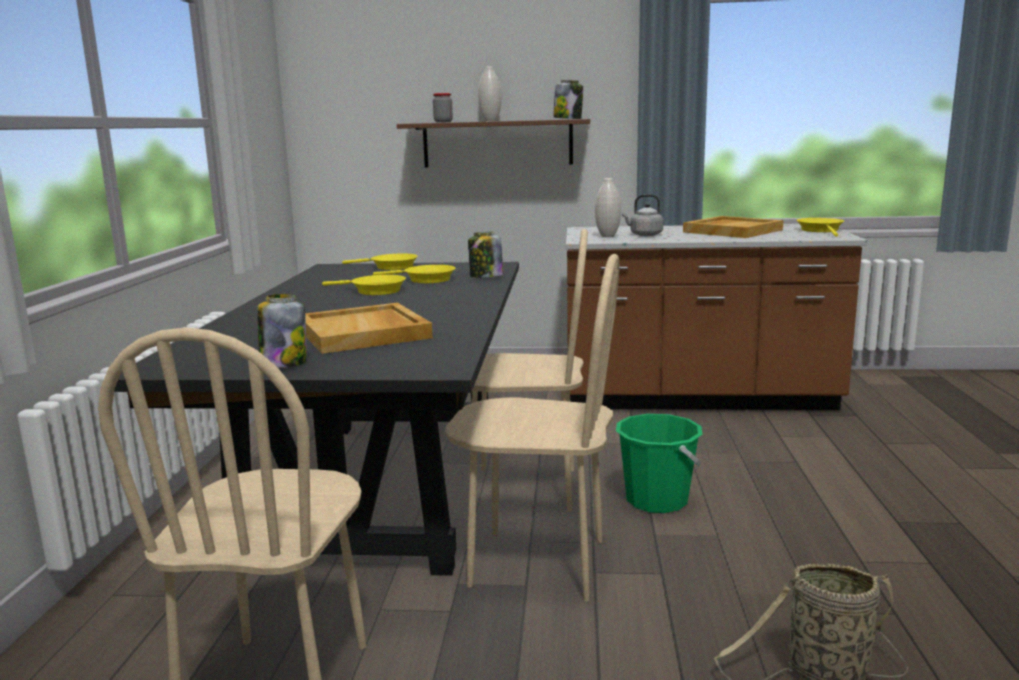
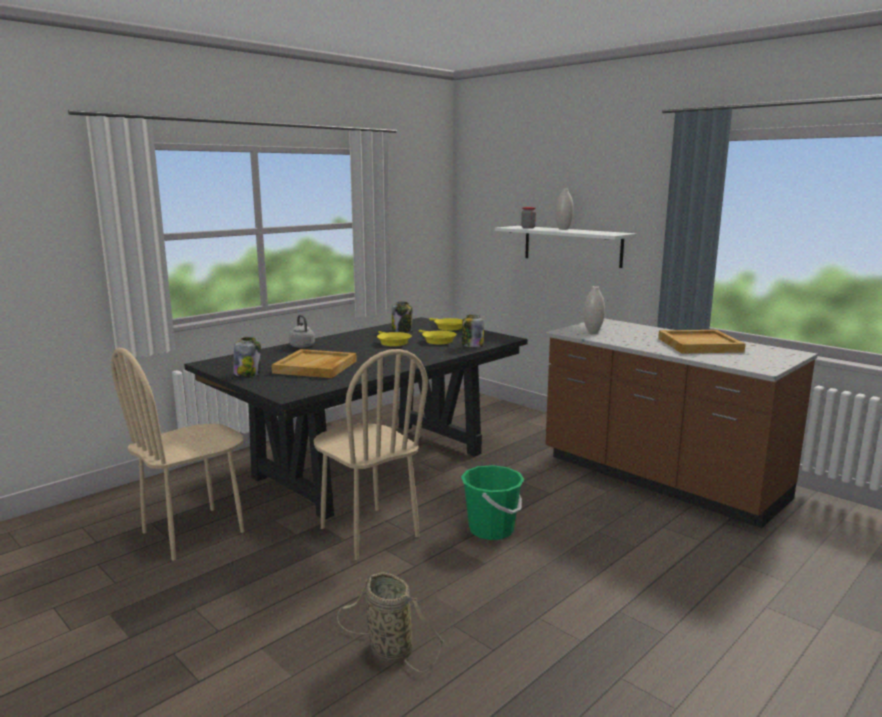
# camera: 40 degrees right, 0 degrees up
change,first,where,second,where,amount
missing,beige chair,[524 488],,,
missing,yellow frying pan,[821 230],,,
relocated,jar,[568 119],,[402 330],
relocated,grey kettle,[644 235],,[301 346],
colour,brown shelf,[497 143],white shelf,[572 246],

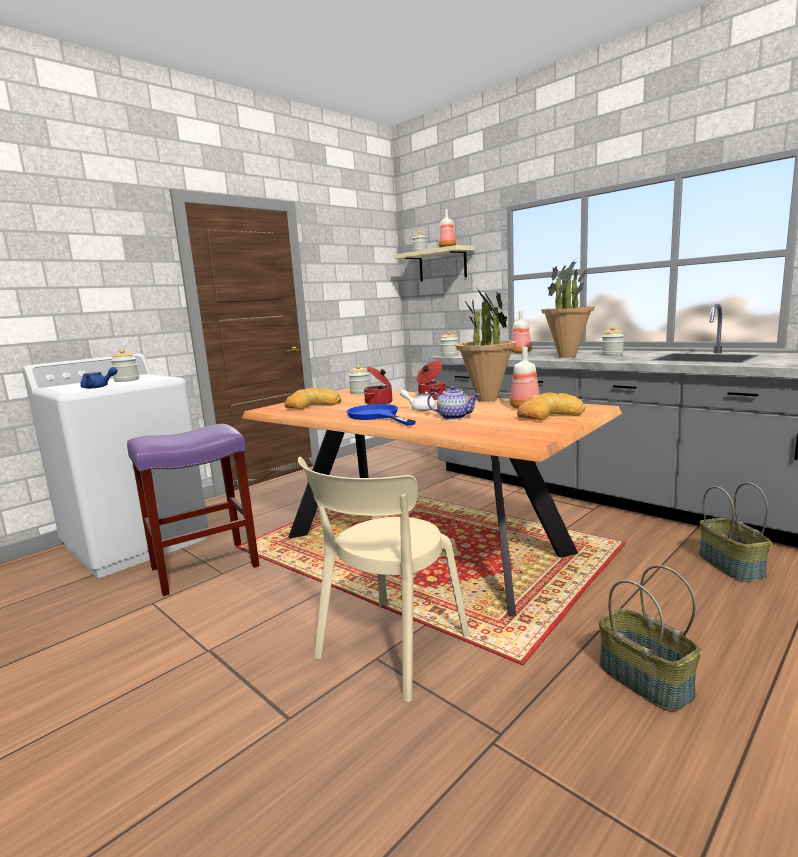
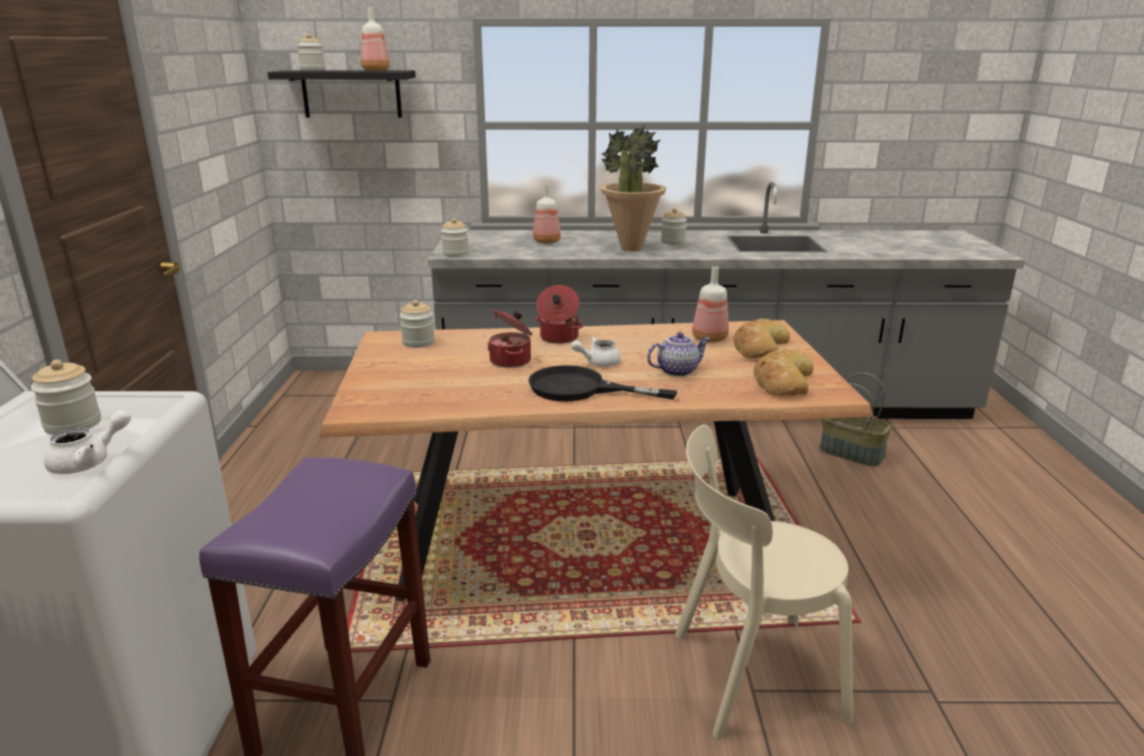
# camera: 45 degrees left, 10 degrees up
change,first,where,second,where,amount
missing,potted plant,[487 400],,,
missing,basket,[643 680],,,
relocated,bread,[312 405],,[782 381],
colour,blue teapot,[98 387],white teapot,[89 462],
colour,blue frying pan,[377 416],black frying pan,[580 389],
colour,beige shelf,[442 265],black shelf,[351 94],
spun,beige chair,[388 650],,[749 675],90 degrees clockwise

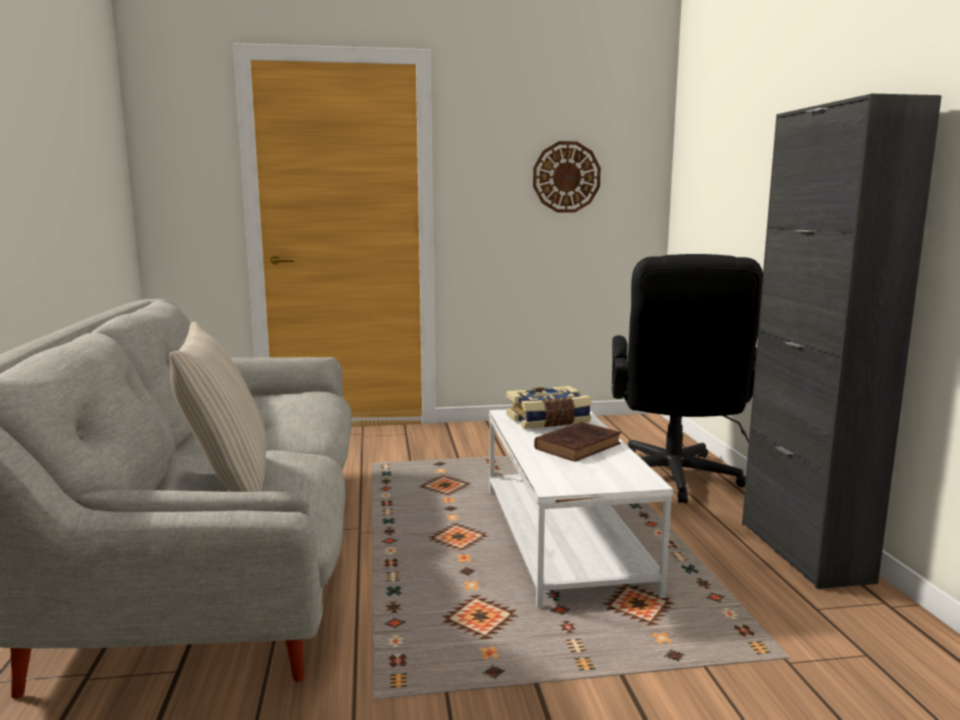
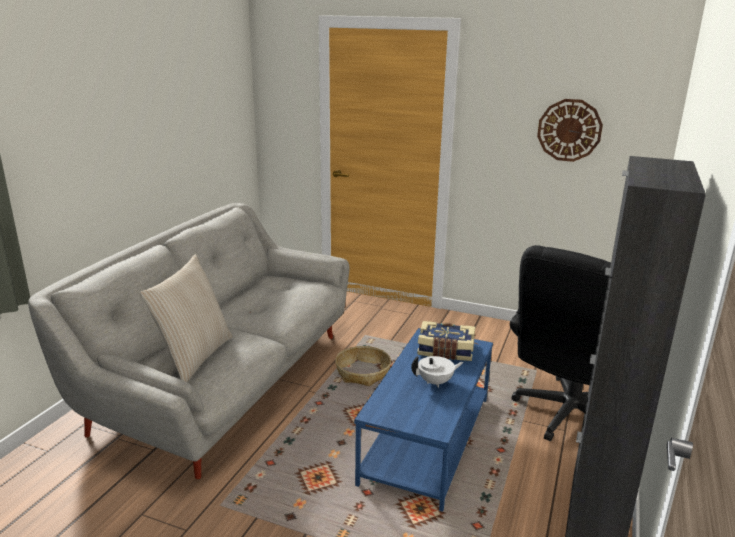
# camera: 30 degrees right, 10 degrees up
change,first,where,second,where,amount
appeared,,,basket,[362 372],
exchanged,brown book,[579 446],white teapot,[436 382],
colour,white coffee table,[562 537],blue coffee table,[426 438],

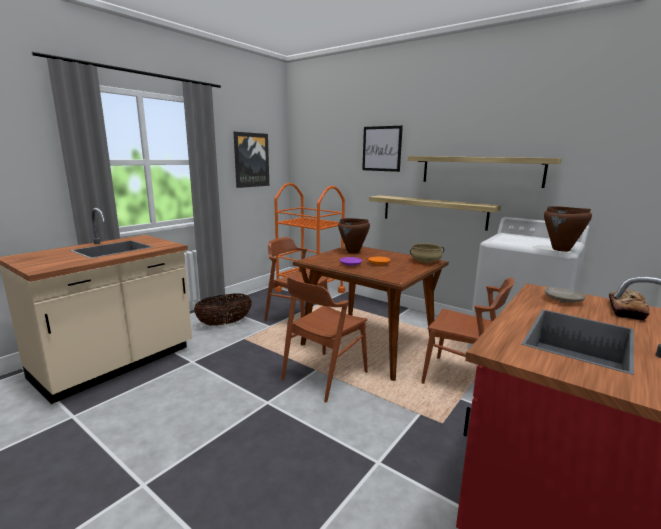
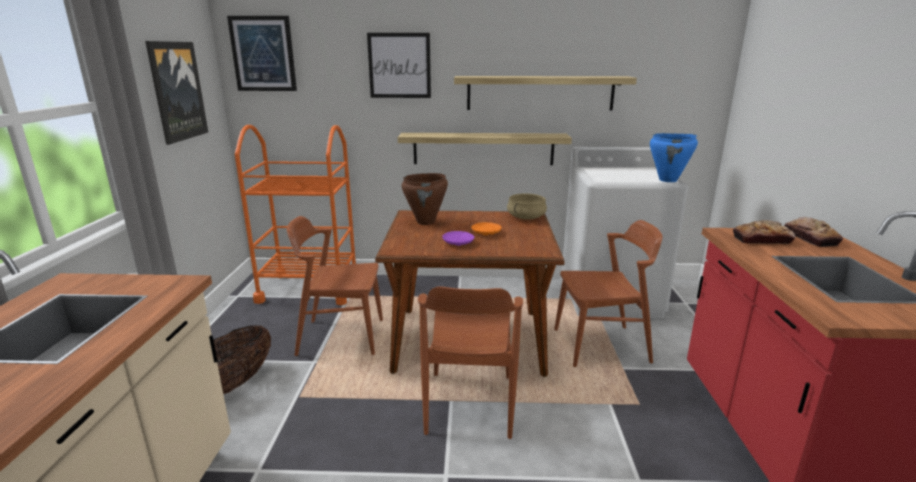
# camera: 35 degrees left, 5 degrees up
change,first,where,second,where,amount
appeared,,,picture,[263 54],
exchanged,beige plate,[563 300],bread,[762 240],
colour,brown cooking pot,[561 250],blue cooking pot,[668 180],

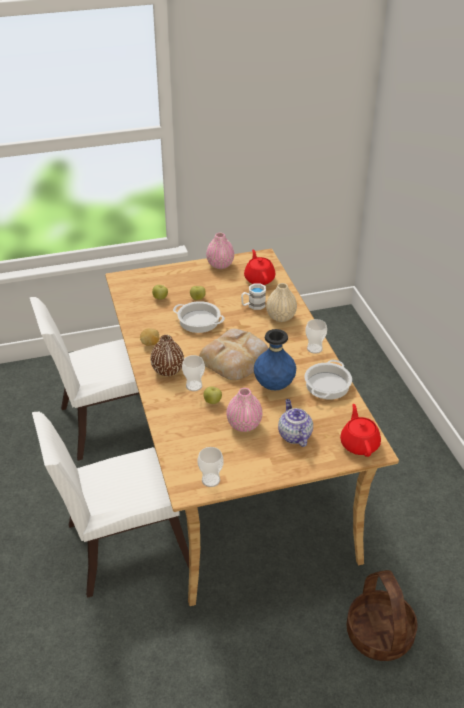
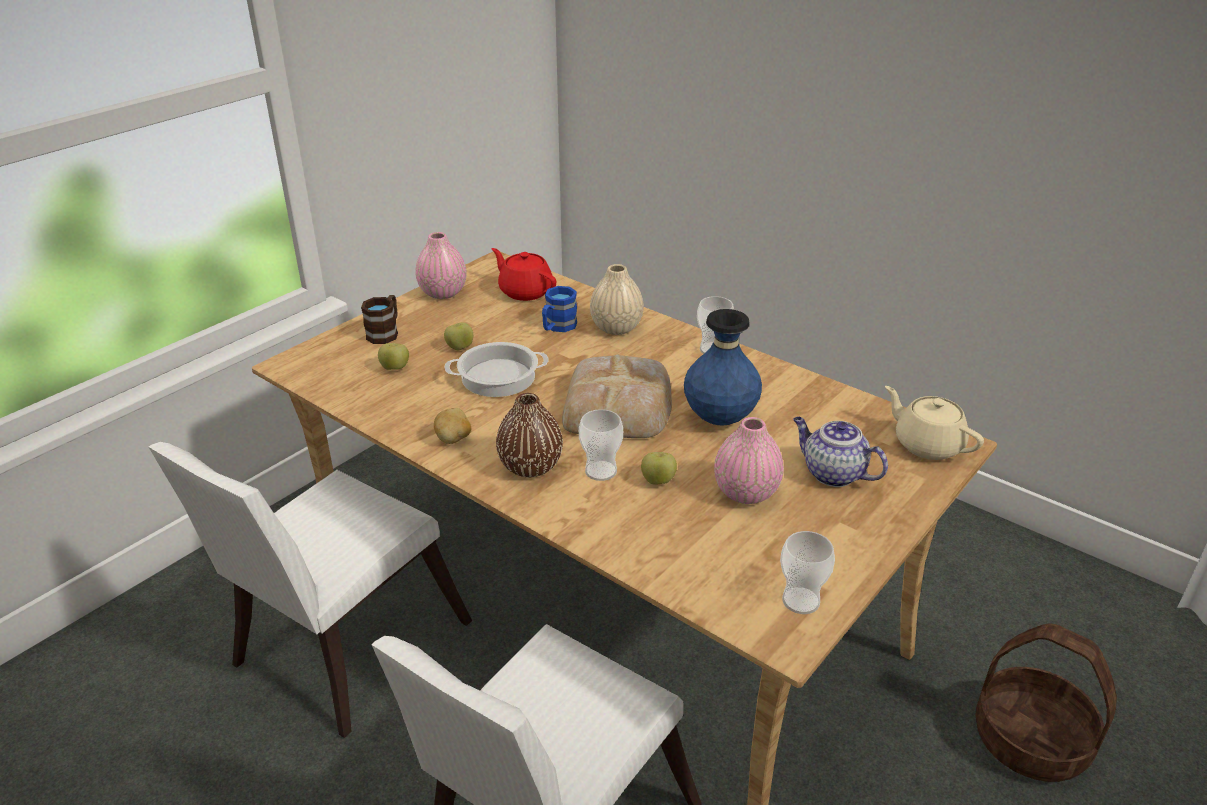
# camera: 35 degrees left, 5 degrees down
change,first,where,second,where,amount
missing,cooking pot,[327 385],,,
appeared,,,brown mug,[385 332],
colour,white mug,[253 305],blue mug,[557 327],
colour,red teapot,[359 444],beige teapot,[927 444],

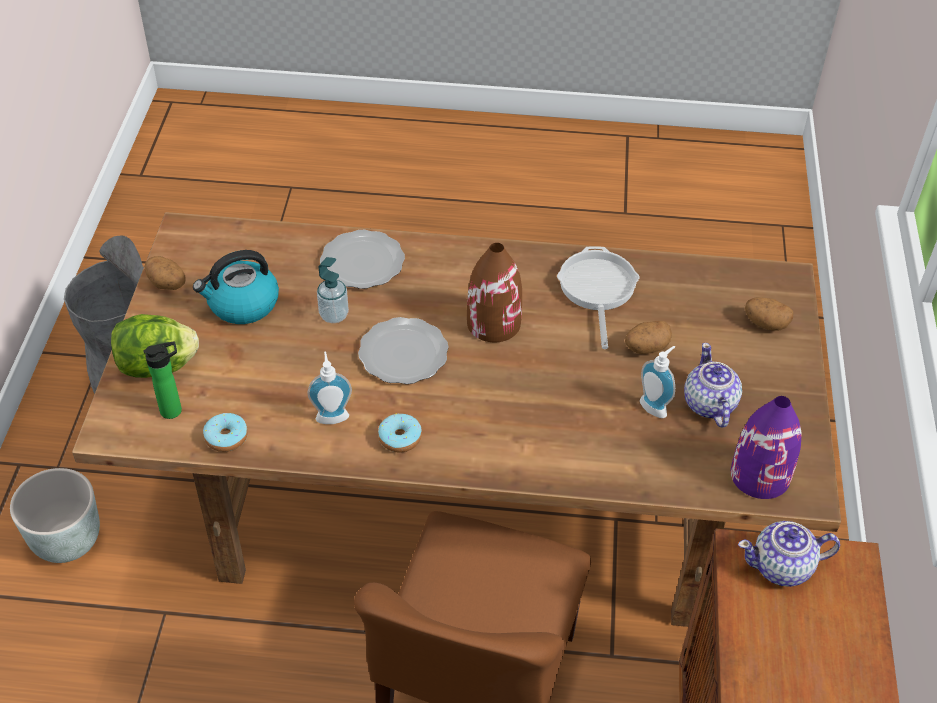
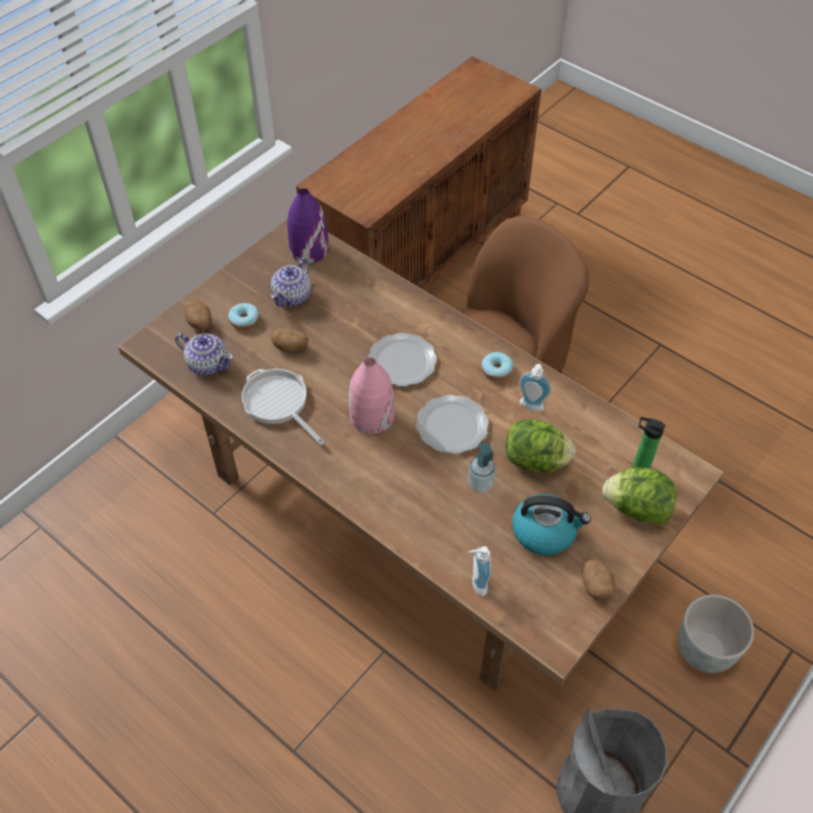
# camera: 145 degrees left, 5 degrees up
change,first,where,second,where,amount
appeared,,,lettuce,[536 461],
relocated,donut,[226 438],,[244 320],
relocated,plate,[362 261],,[401 362],
relocated,soap dispenser,[655 406],,[476 584],
relocated,teapot,[782 567],,[208 364],
colour,brown vase,[494 322],pink vase,[371 416],
spun,frying pan,[597 289],,[278 403],105 degrees clockwise

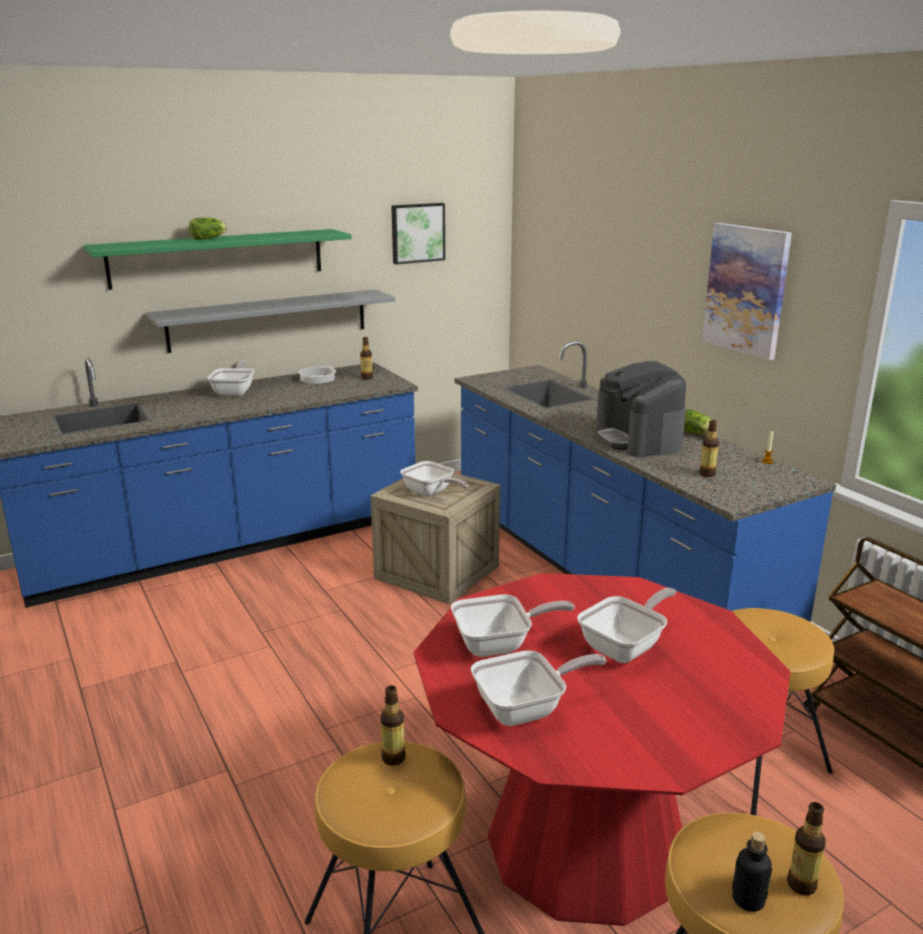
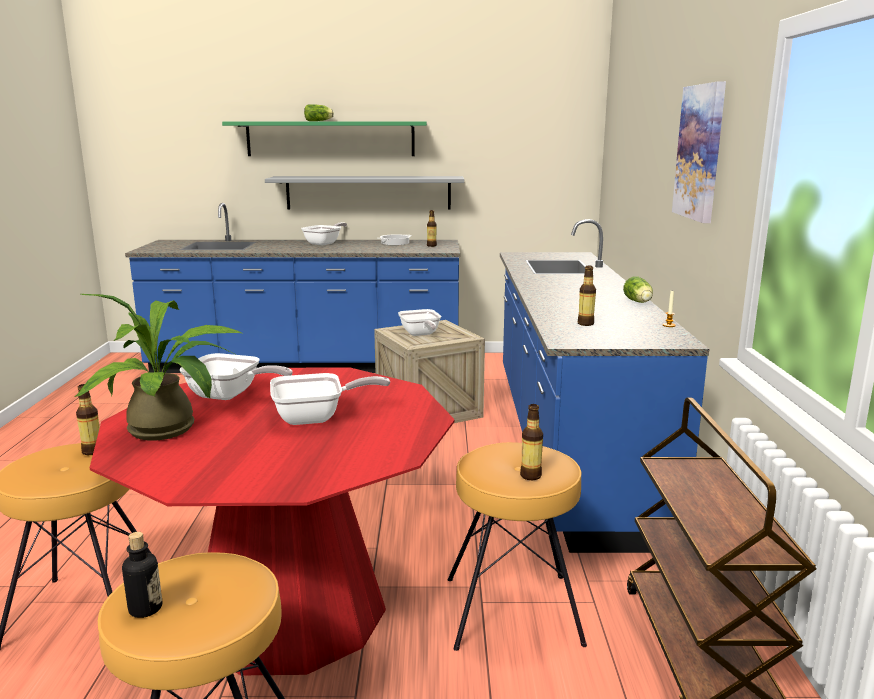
# camera: 30 degrees right, 5 degrees down
change,first,where,second,where,amount
missing,picture,[417 233],,,
missing,coffee machine,[638 439],,,
relocated,bottle,[801 885],,[530 476],
exchanged,frying pan,[527 709],potted plant,[170 430],

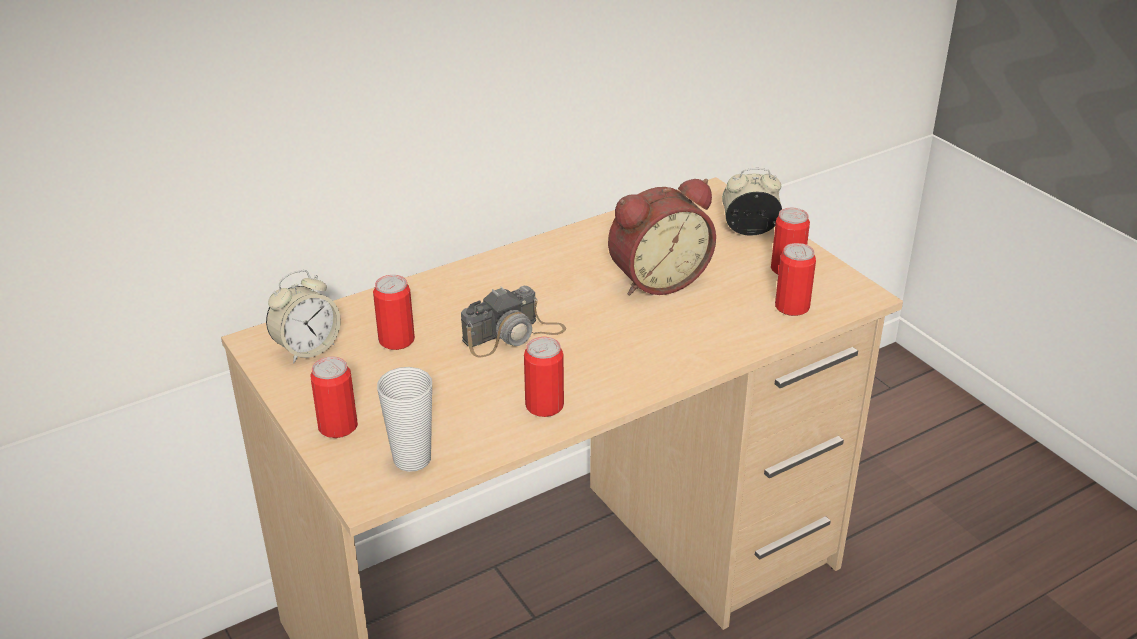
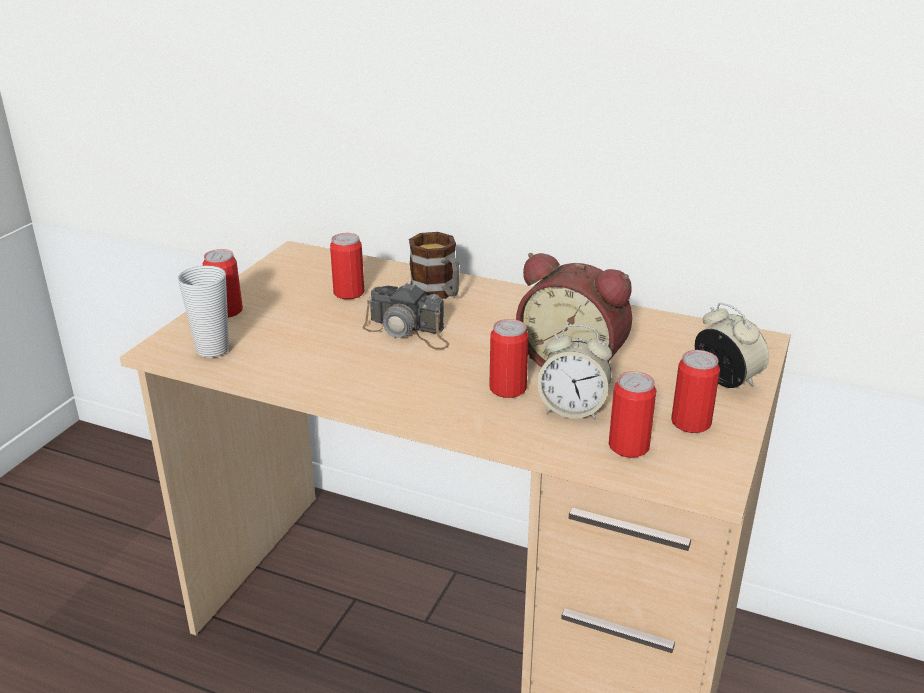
# camera: 55 degrees right, 5 degrees down
change,first,where,second,where,amount
appeared,,,mug,[438 293],
relocated,alarm clock,[307 349],,[572 409],
relocated,can,[544 406],,[508 389],

